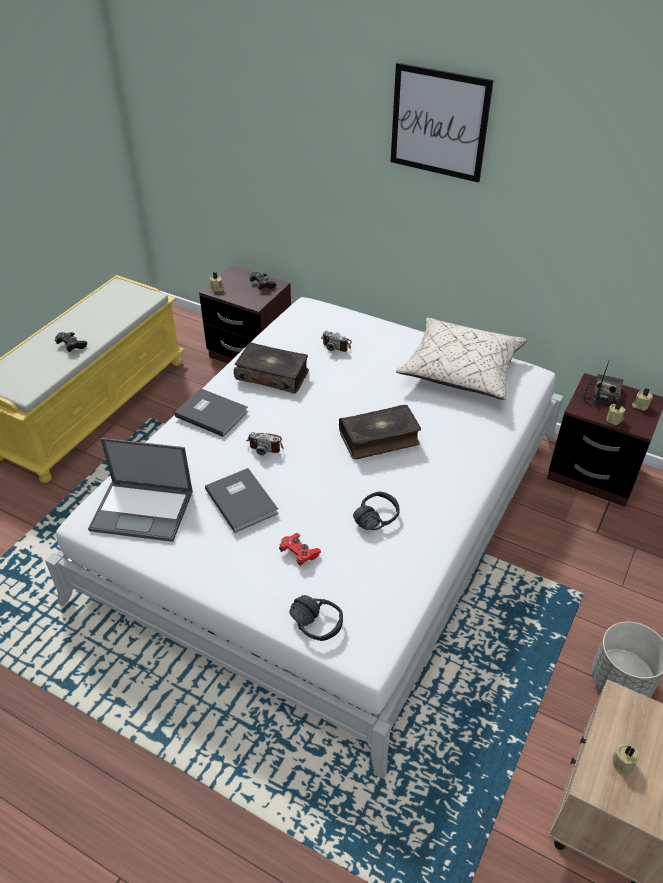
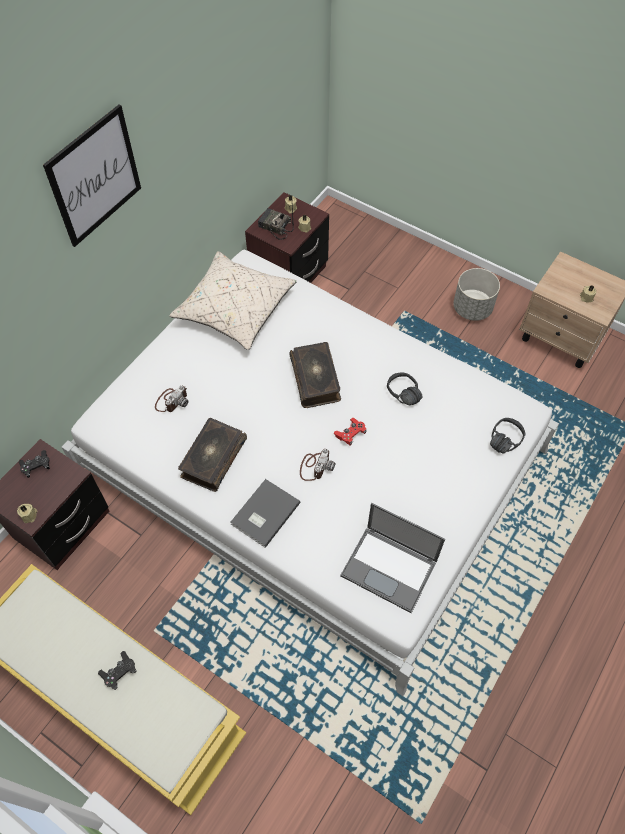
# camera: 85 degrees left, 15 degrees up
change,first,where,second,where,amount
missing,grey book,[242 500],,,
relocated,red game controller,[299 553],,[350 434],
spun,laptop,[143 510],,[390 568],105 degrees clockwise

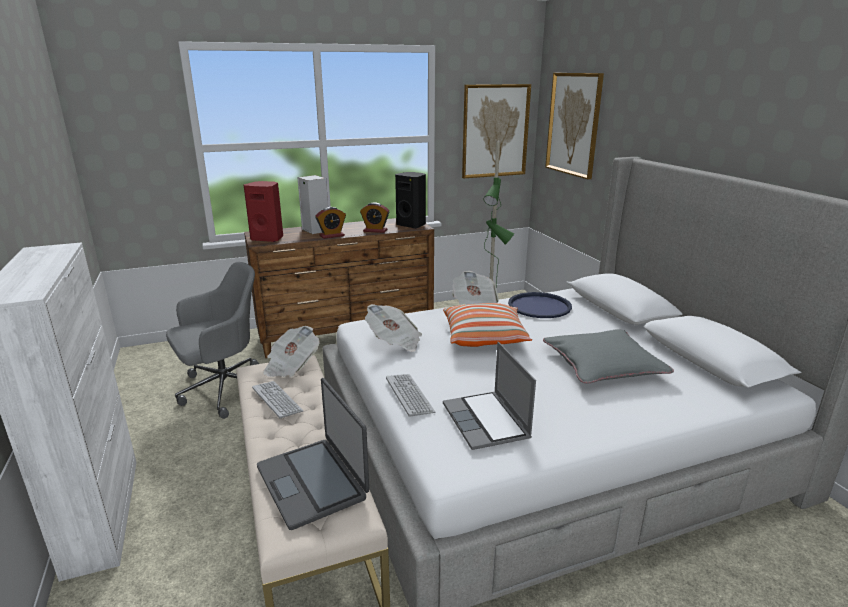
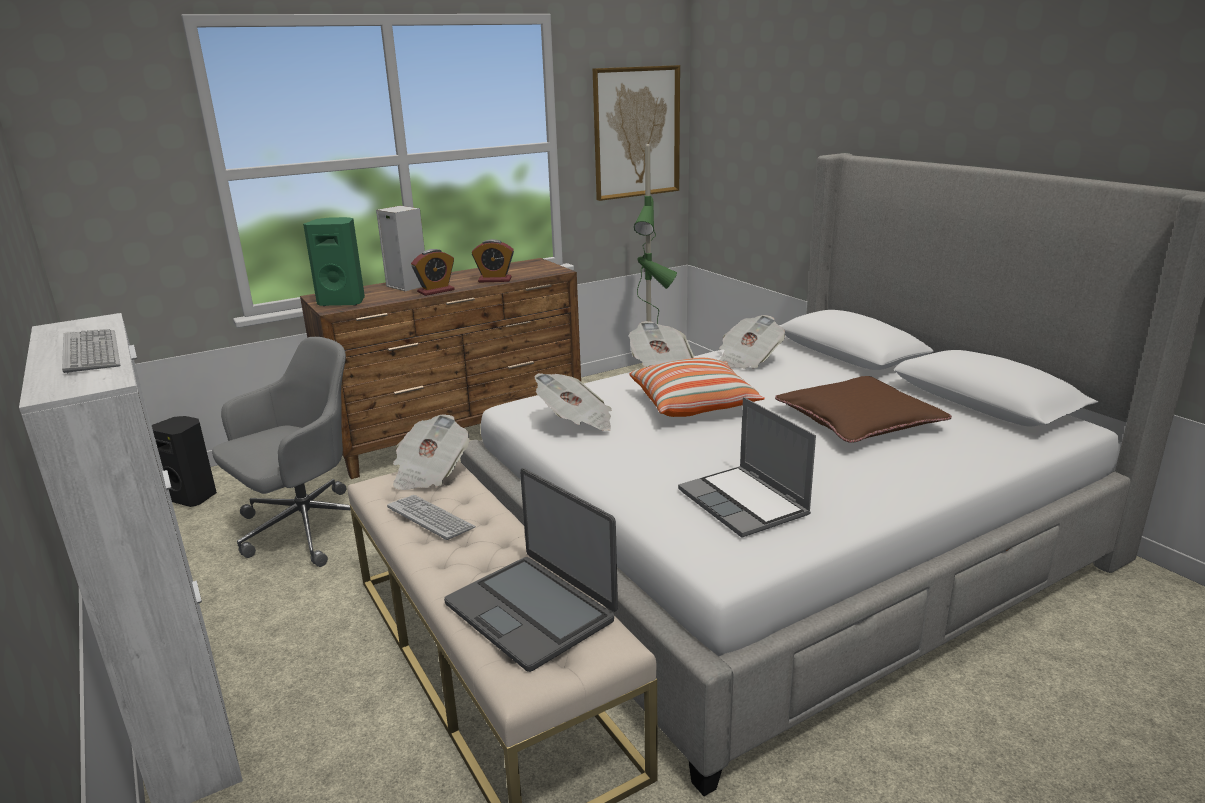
# camera: 10 degrees left, 0 degrees up
change,first,where,second,where,amount
missing,picture,[573 124],,,
relocated,keyboard,[409 395],,[91 352],
relocated,black speaker,[412 225],,[194 497],
exchanged,blue tray,[539 306],newspaper,[747 360],
colour,red speaker,[268 238],green speaker,[343 302],
colour,grey pillow,[603 364],brown pillow,[858 421],

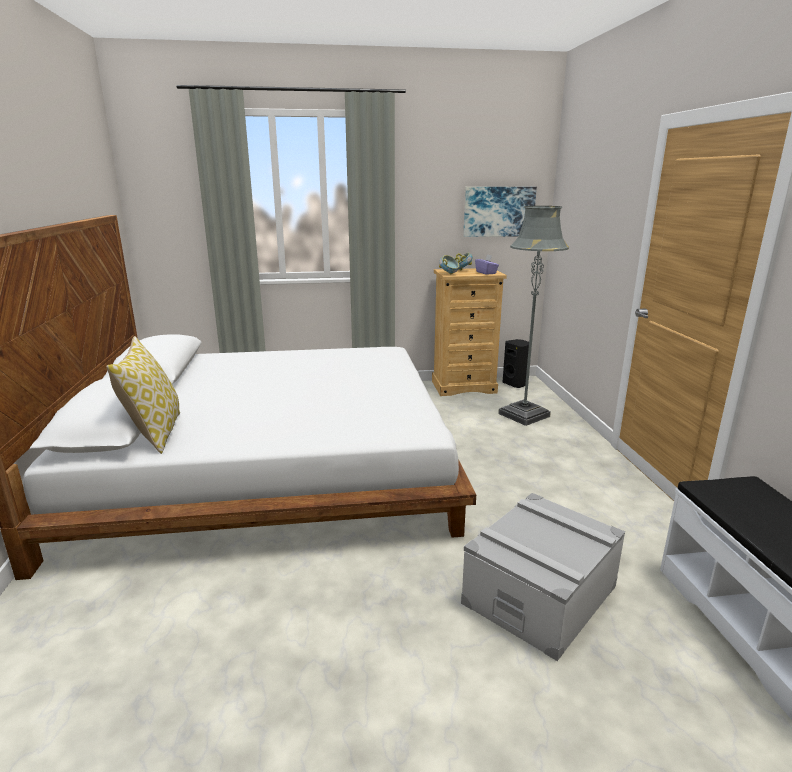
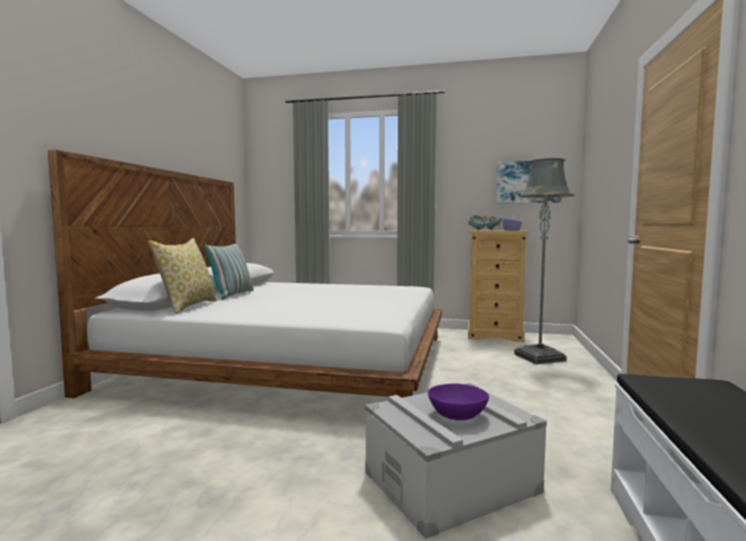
# camera: 20 degrees right, 15 degrees down
change,first,where,second,where,amount
missing,black speaker,[516 384],,,
appeared,,,pillow,[232 295],
appeared,,,purple bowl,[457 415],

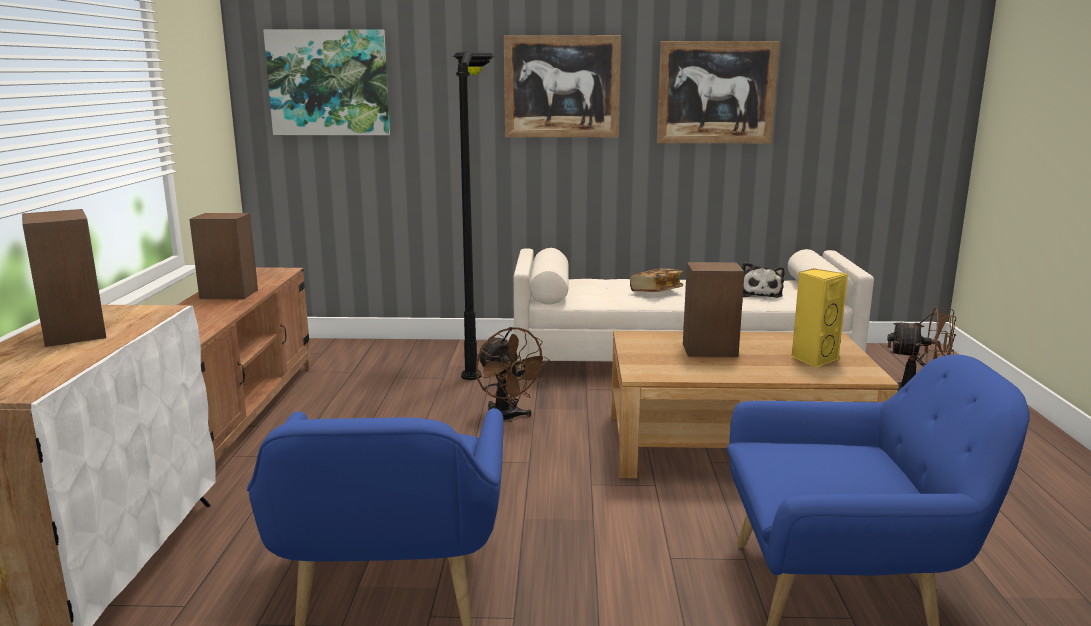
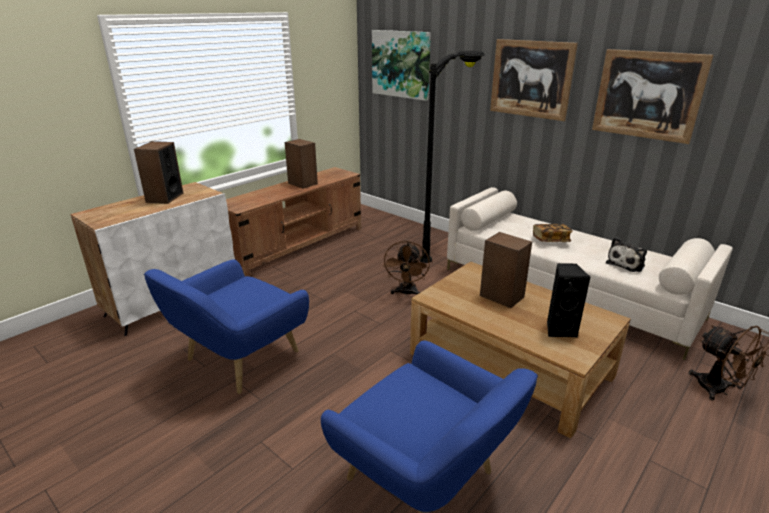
# camera: 40 degrees right, 10 degrees up
change,first,where,second,where,amount
colour,yellow speaker,[813 359],black speaker,[560 330],

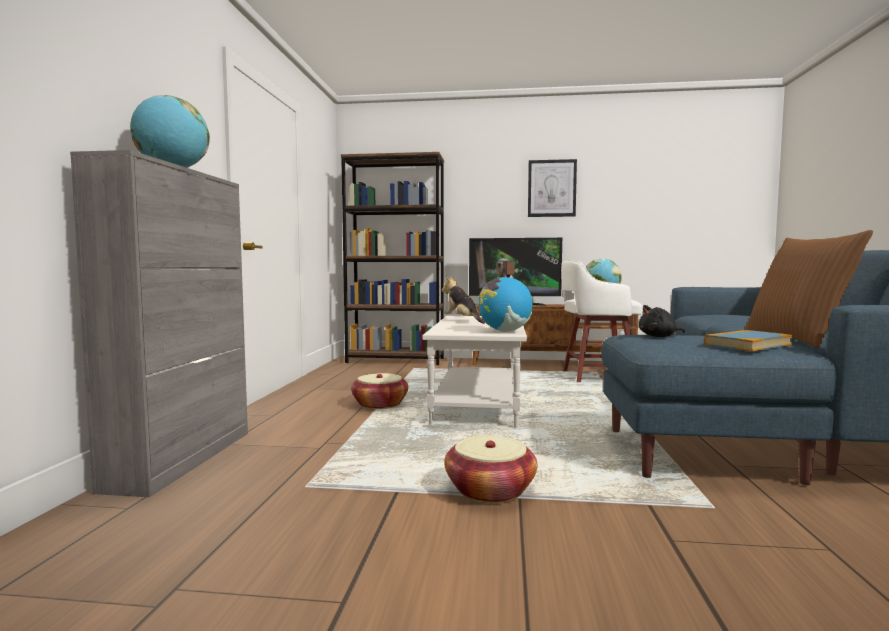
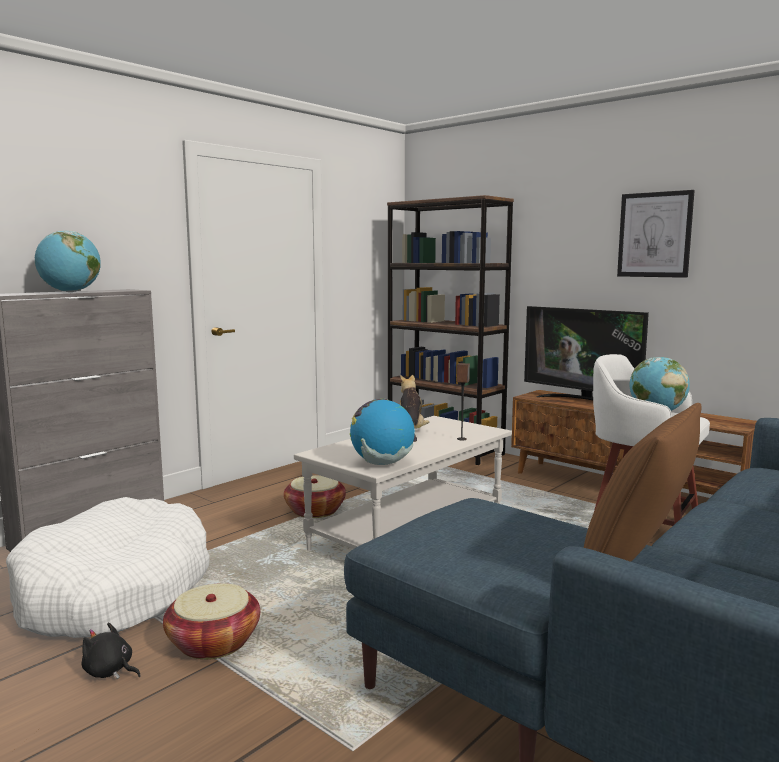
# camera: 35 degrees right, 5 degrees up
change,first,where,second,where,amount
missing,book,[748 344],,,
appeared,,,white dog bed,[114 591],
relocated,black plush toy,[659 336],,[110 671],

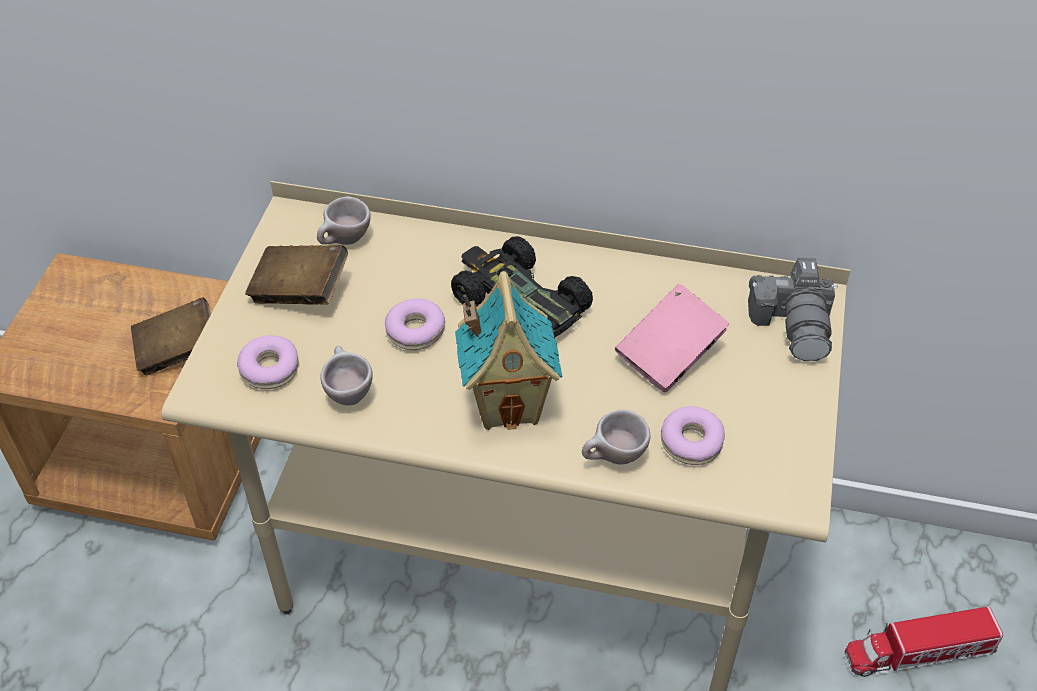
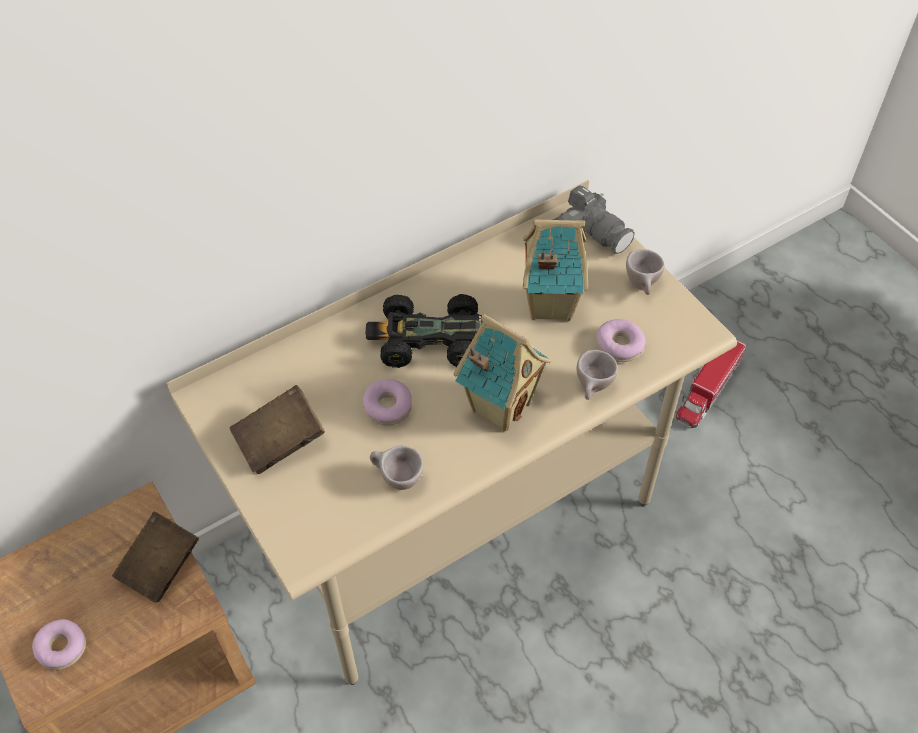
# camera: 45 degrees left, 5 degrees up
change,first,where,second,where,amount
relocated,donut,[270 369],,[62 647],
relocated,beige cup,[344 242],,[643 286],
exchanged,pink book,[669 355],toy house,[549 304],

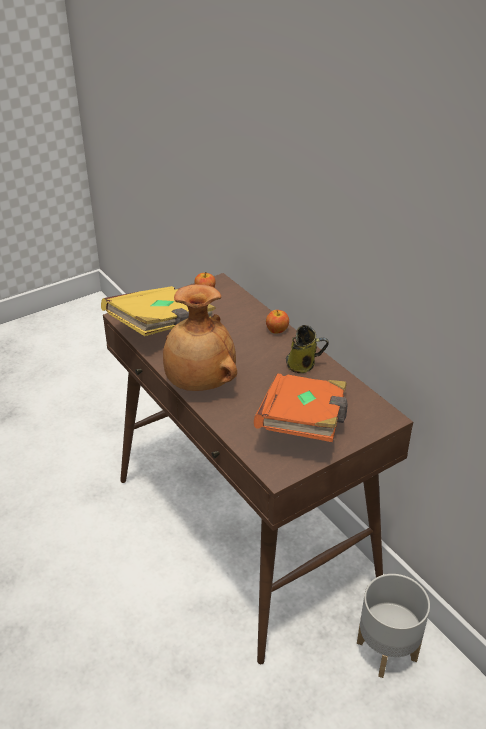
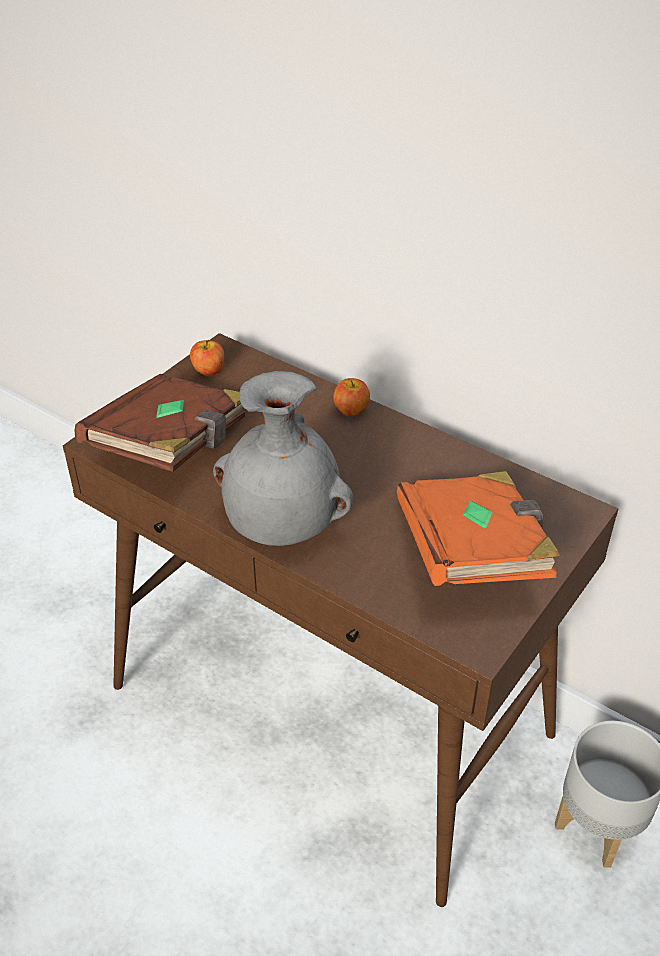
# camera: 20 degrees left, 5 degrees up
change,first,where,second,where,amount
missing,mug,[302 365],,,
colour,yellow book,[162 327],brown book,[173 446],
colour,brown vase,[199 383],grey vase,[282 526],

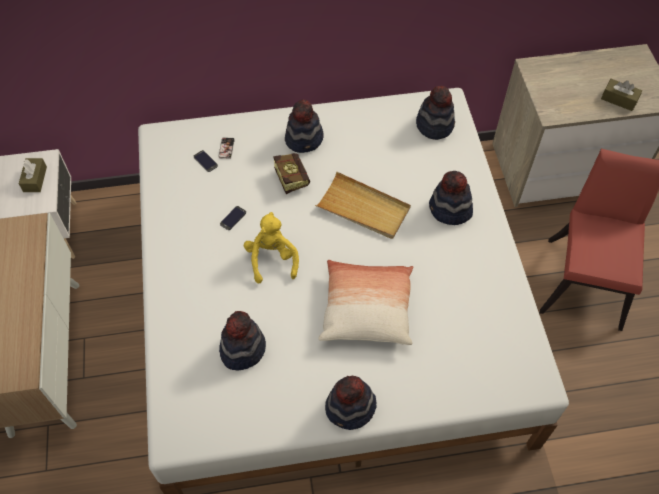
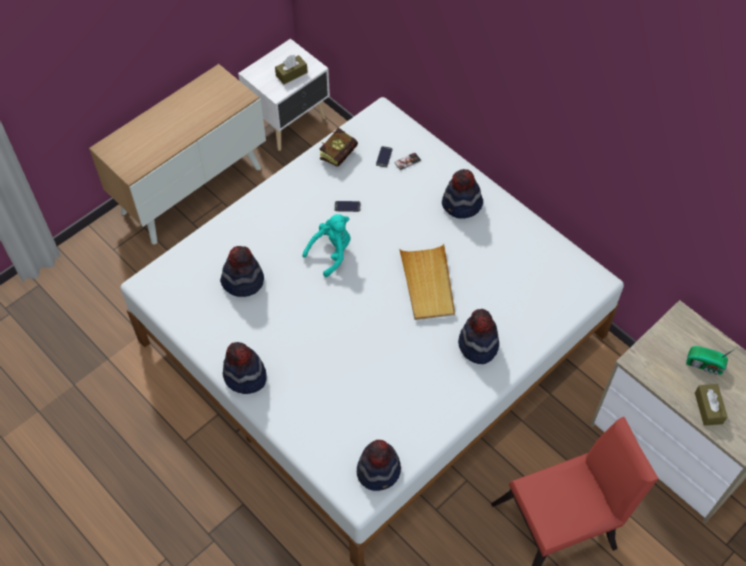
# camera: 55 degrees right, 0 degrees up
change,first,where,second,where,amount
missing,pillow,[366 309],,,
appeared,,,radio,[705 365],
relocated,book,[290 176],,[341 153],
relocated,hat,[434 125],,[379 470],
colour,yellow plush toy,[272 259],turquoise plush toy,[331 253],

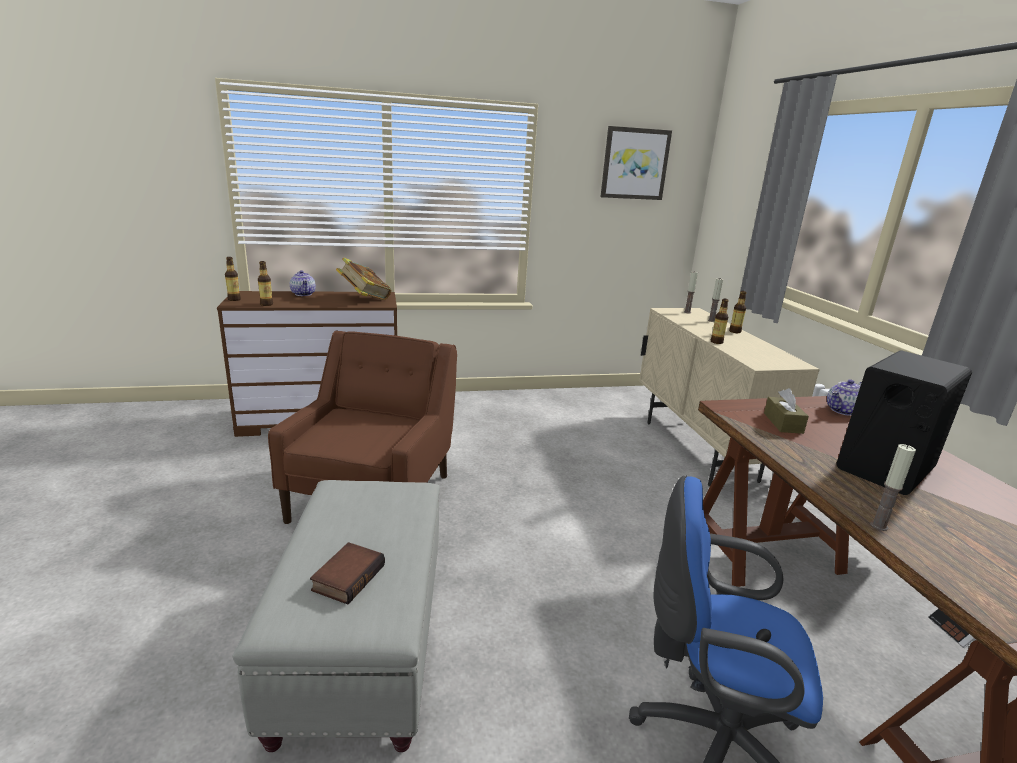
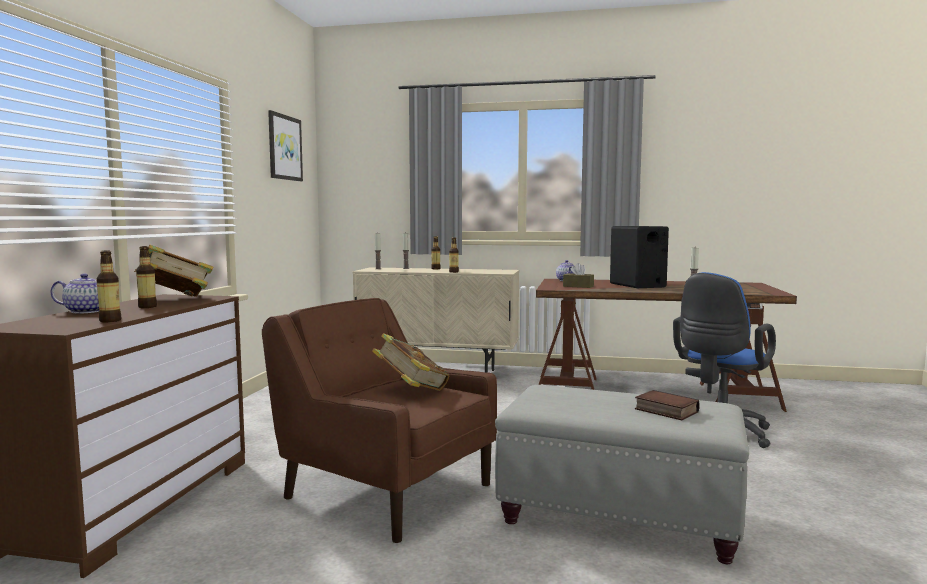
# camera: 65 degrees left, 15 degrees down
change,first,where,second,where,amount
appeared,,,book,[411 390],
relocated,bottle,[234 299],,[147 307],

